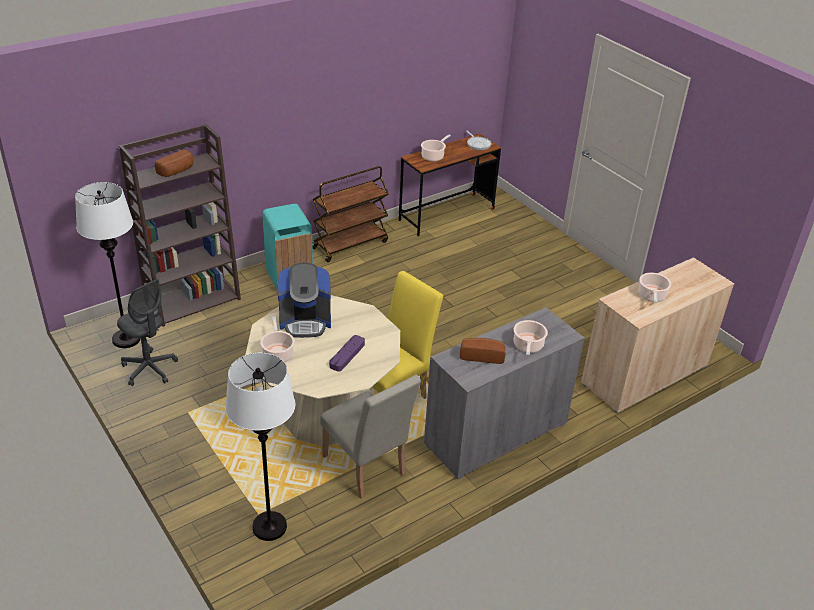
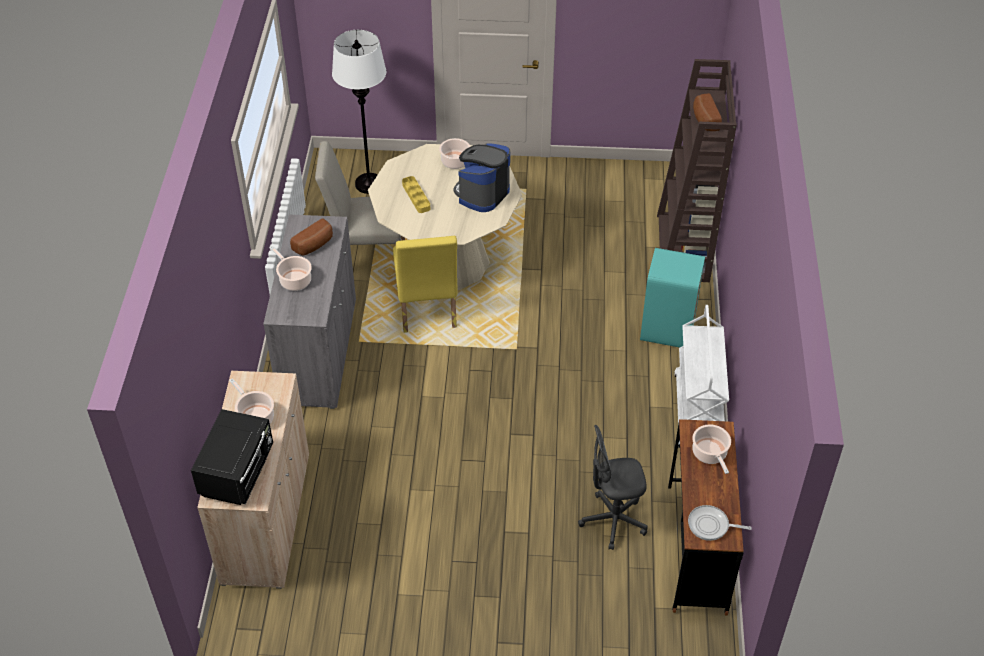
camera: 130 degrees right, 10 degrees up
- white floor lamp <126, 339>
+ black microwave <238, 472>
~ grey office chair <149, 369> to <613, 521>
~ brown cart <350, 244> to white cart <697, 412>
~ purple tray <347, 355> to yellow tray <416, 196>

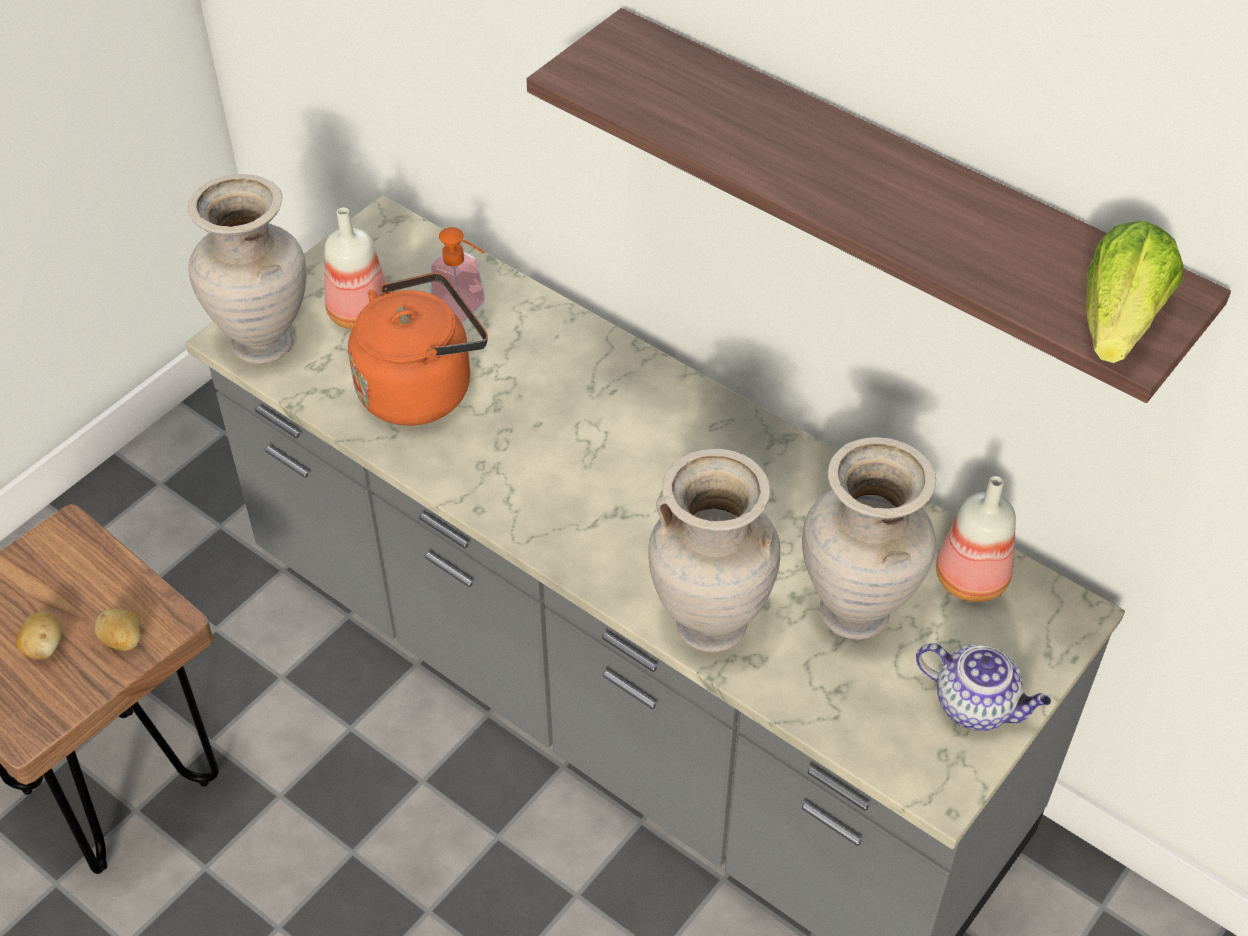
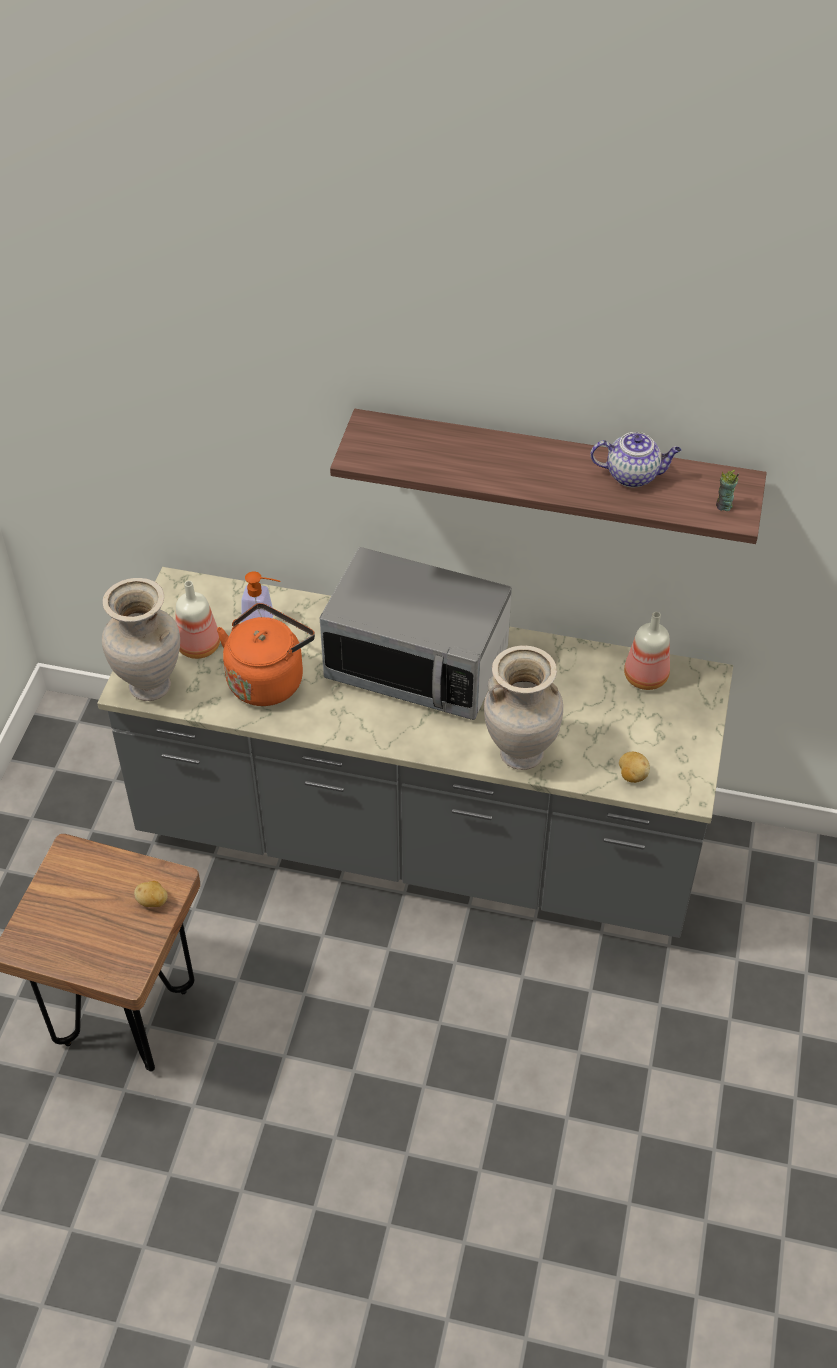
camera: 25 degrees left, 0 degrees up
- beige vase <856, 612>
+ microwave <417, 664>
~ potato <44, 647> to <632, 775>
~ teapot <976, 705> to <633, 475>
~ lettuce <1119, 322> to cup <723, 506>

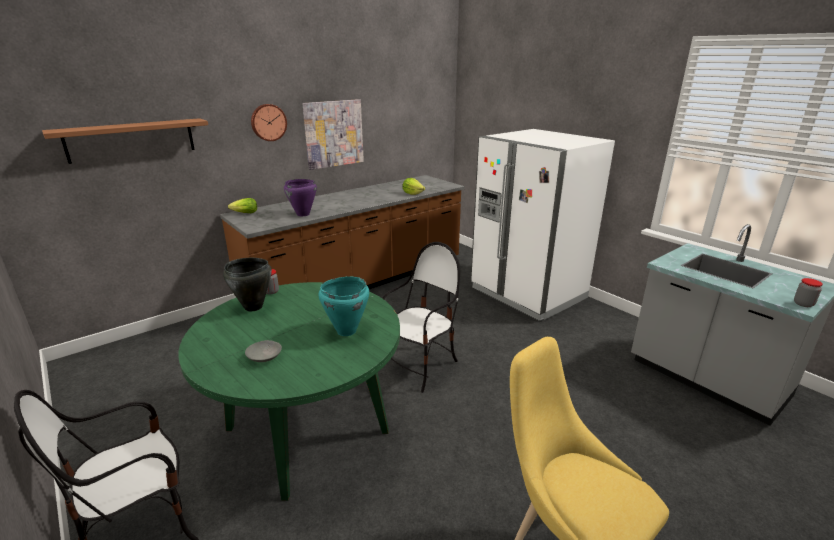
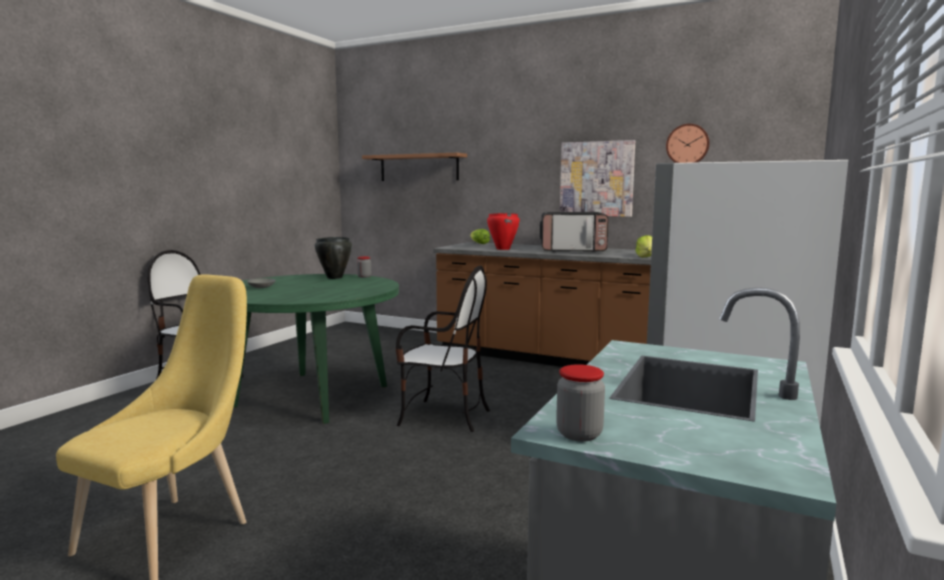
camera: 65 degrees right, 15 degrees down
- turquoise cooking pot <346, 331>
+ microwave <573, 250>
~ wall clock <268, 122> to <687, 145>
~ purple cooking pot <303, 214> to red cooking pot <502, 249>

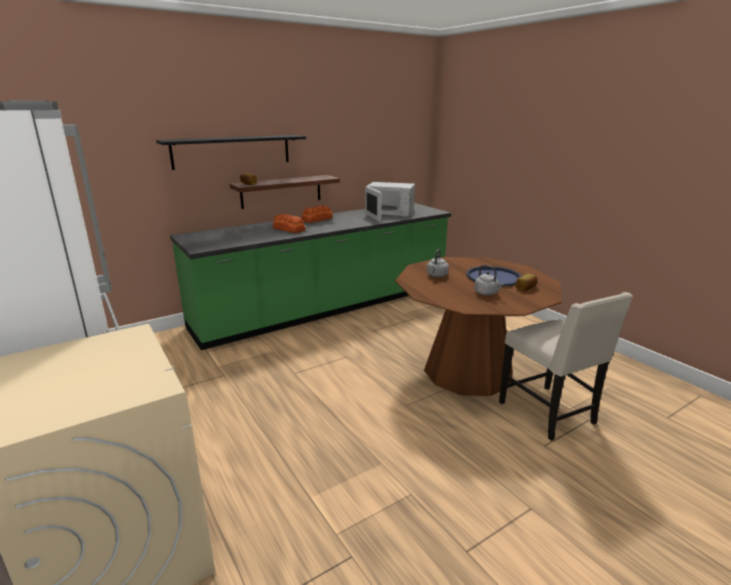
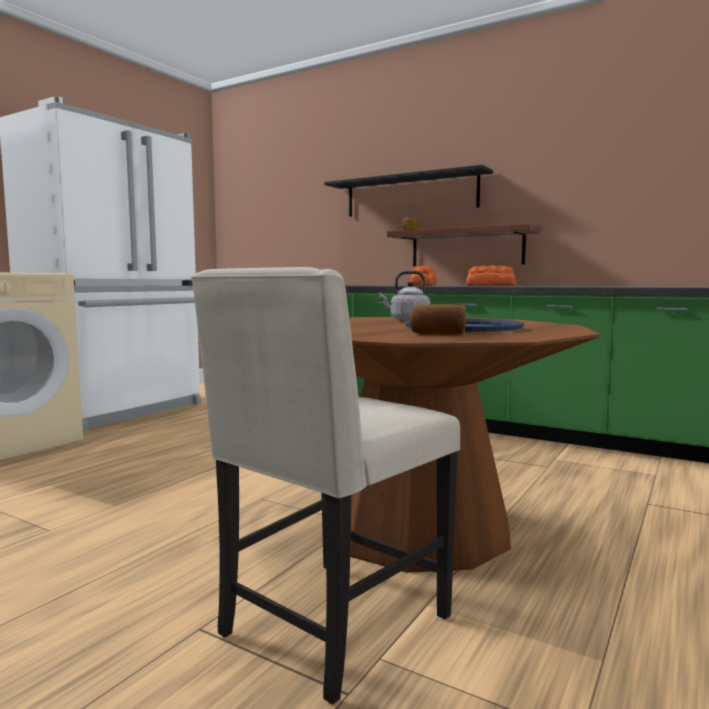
camera: 65 degrees right, 15 degrees down
- white microwave <388, 213>
- grey kettle <487, 293>

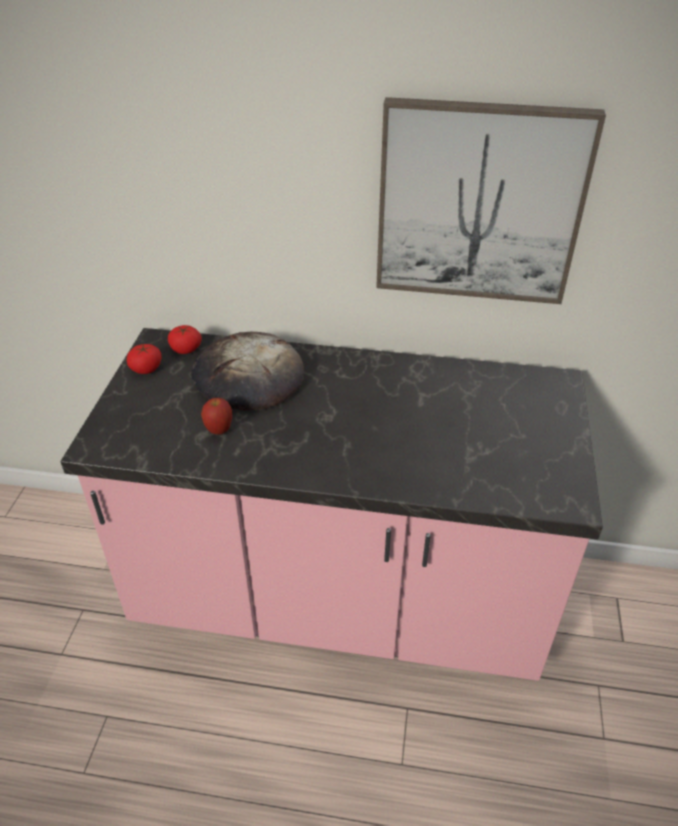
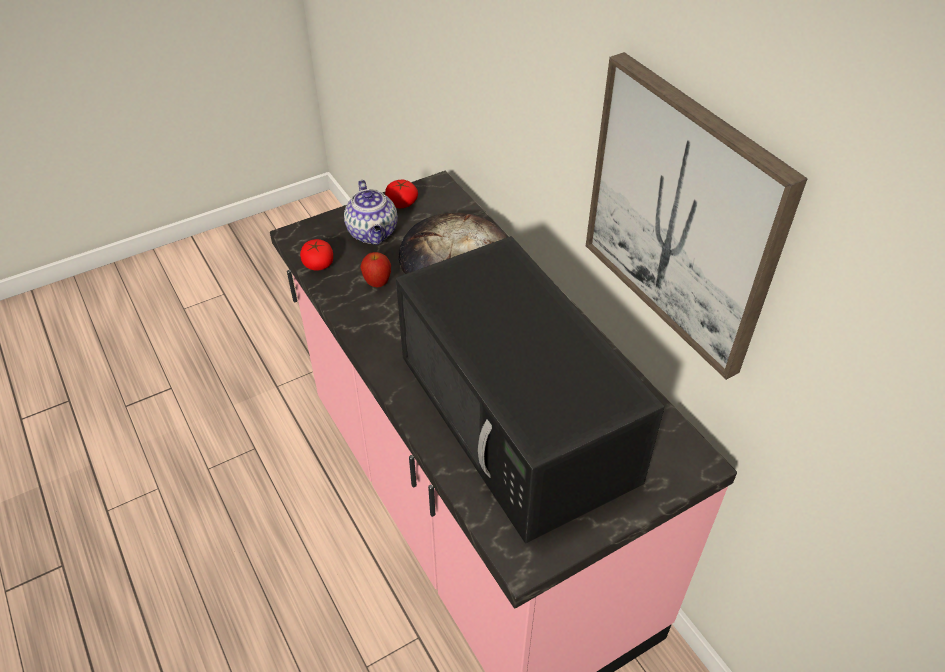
camera: 50 degrees right, 5 degrees up
+ teapot <373, 233>
+ black microwave <519, 419>
~ tomato <186, 348> to <318, 264>

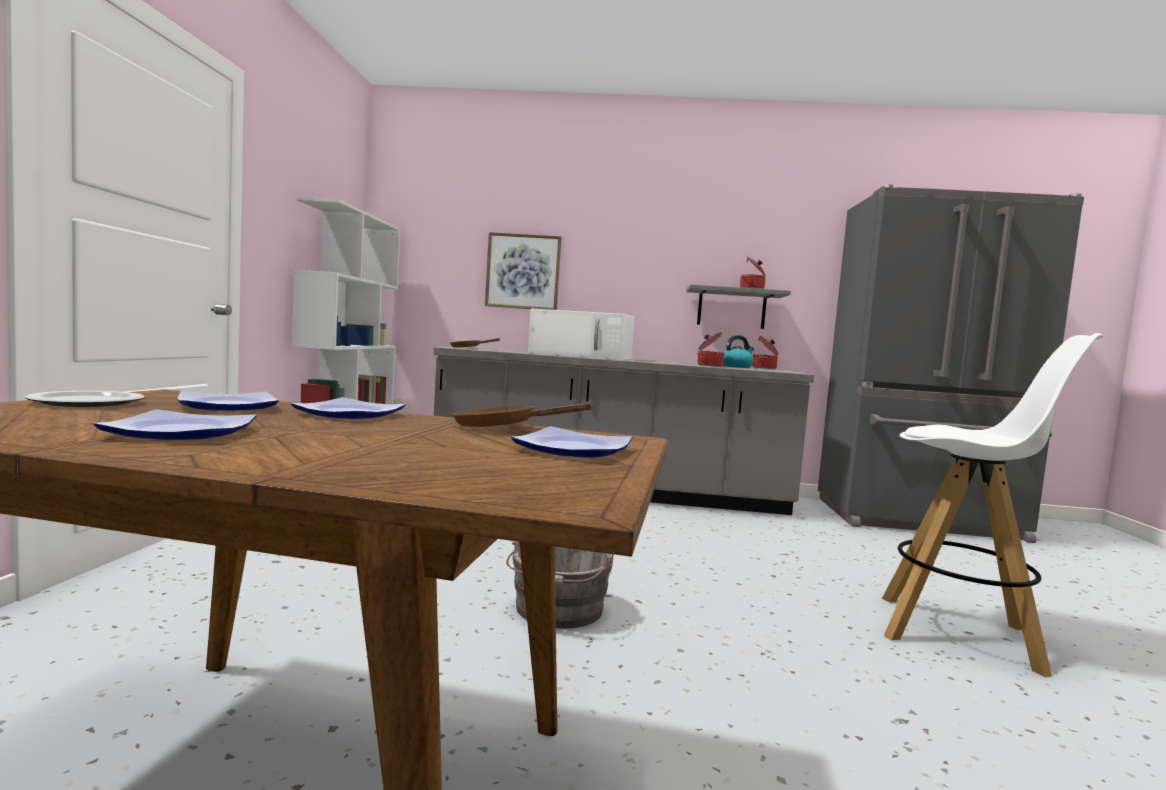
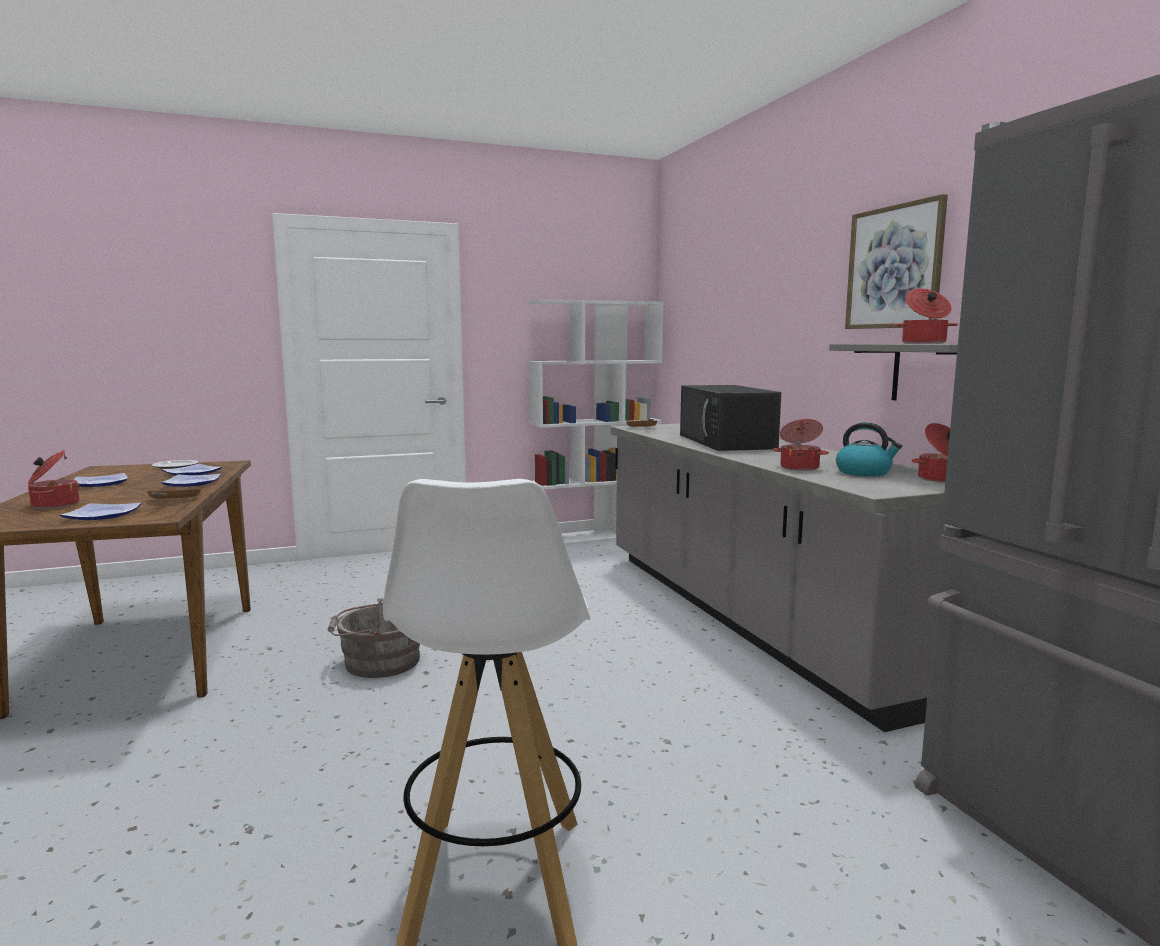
camera: 65 degrees right, 5 degrees up
+ cooking pot <54, 505>
~ picture <523, 271> to <894, 267>
~ white microwave <582, 356> to black microwave <727, 442>

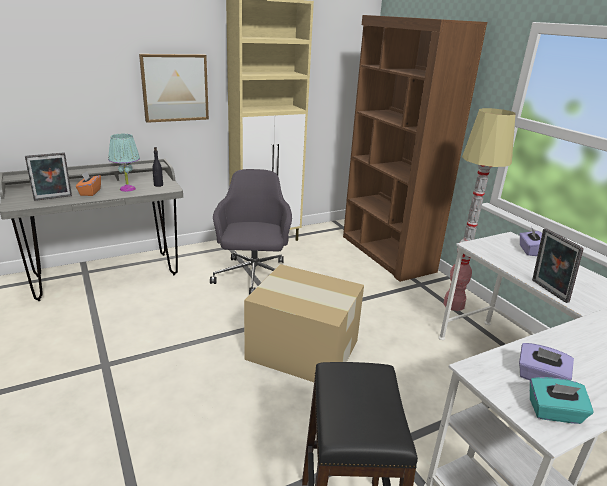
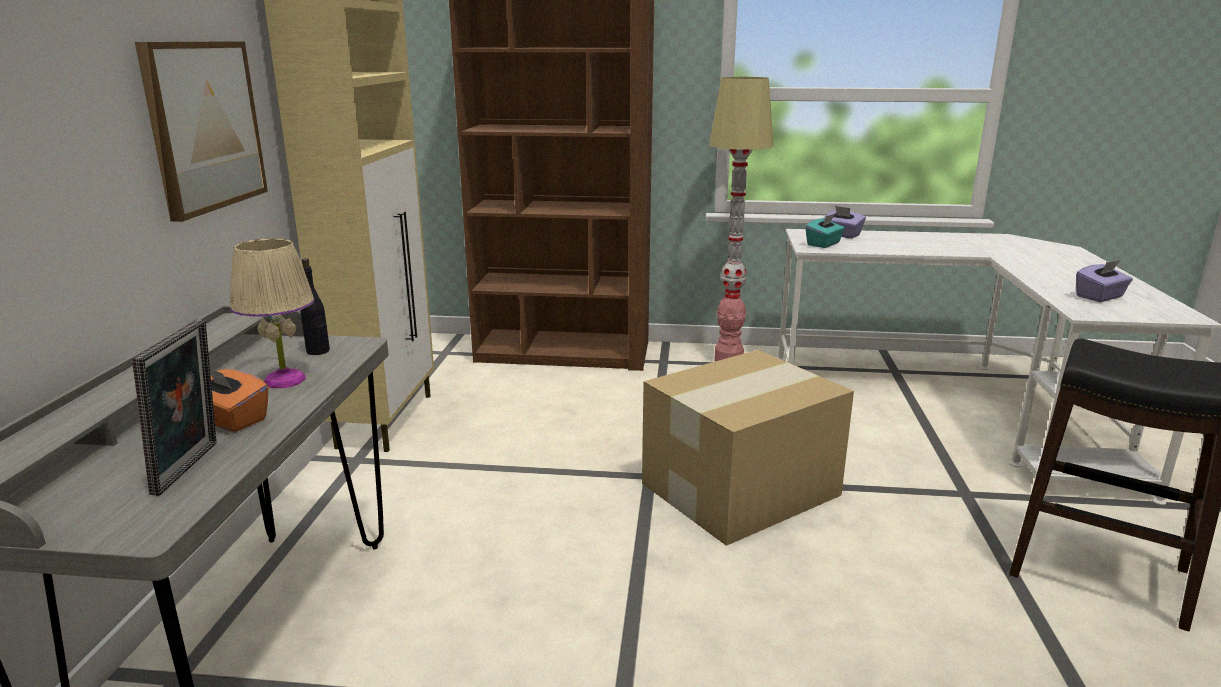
camera: 55 degrees left, 5 degrees down
- grey office chair <253, 276>
- picture frame <547, 291>
~ turquoise tissue box <554, 413> to <824, 244>
~ turquoise table lamp <127, 189> to beige table lamp <284, 380>

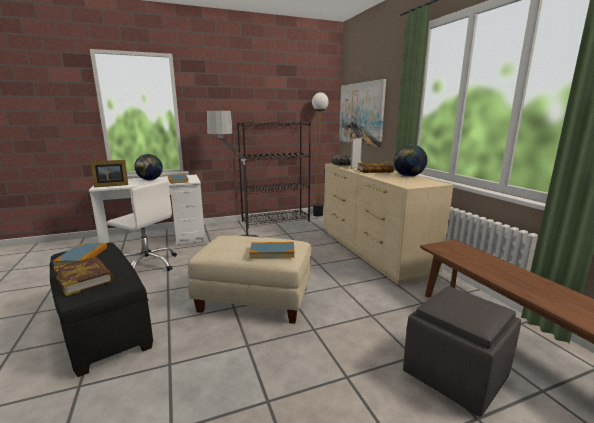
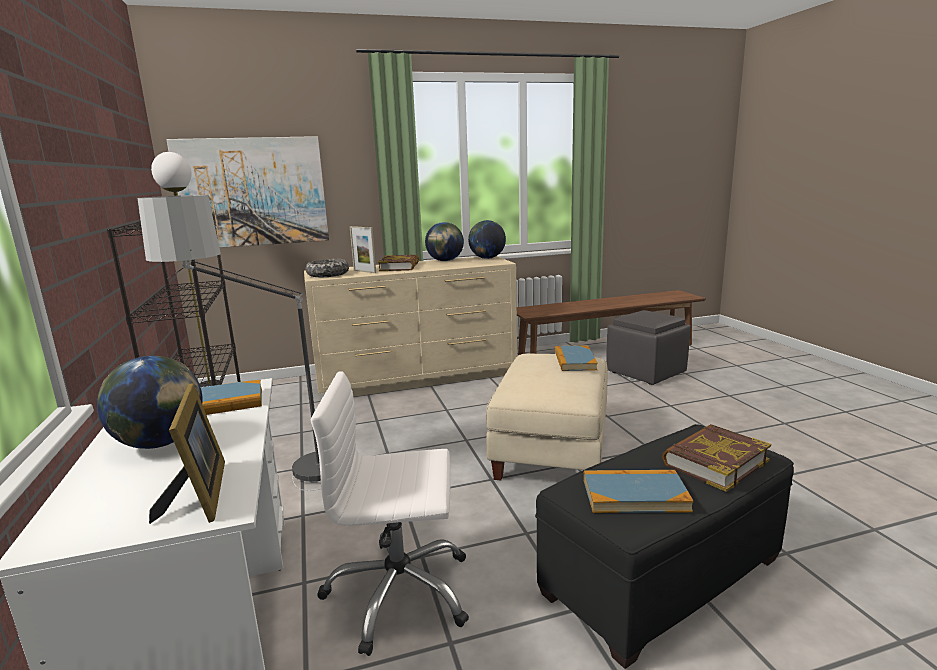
camera: 85 degrees left, 0 degrees up
+ globe <487, 258>
~ white office chair <148, 264> = <399, 593> 120 degrees counterclockwise

